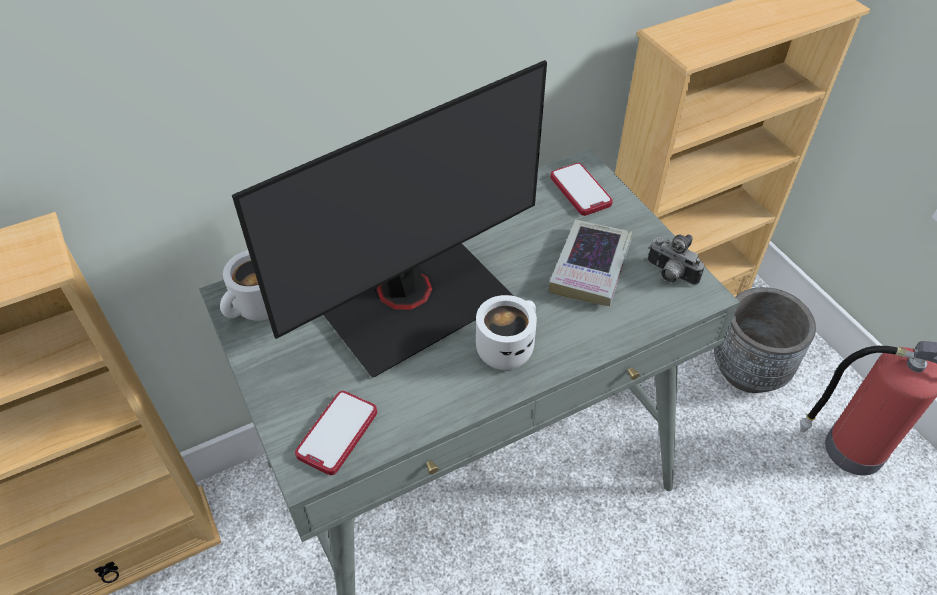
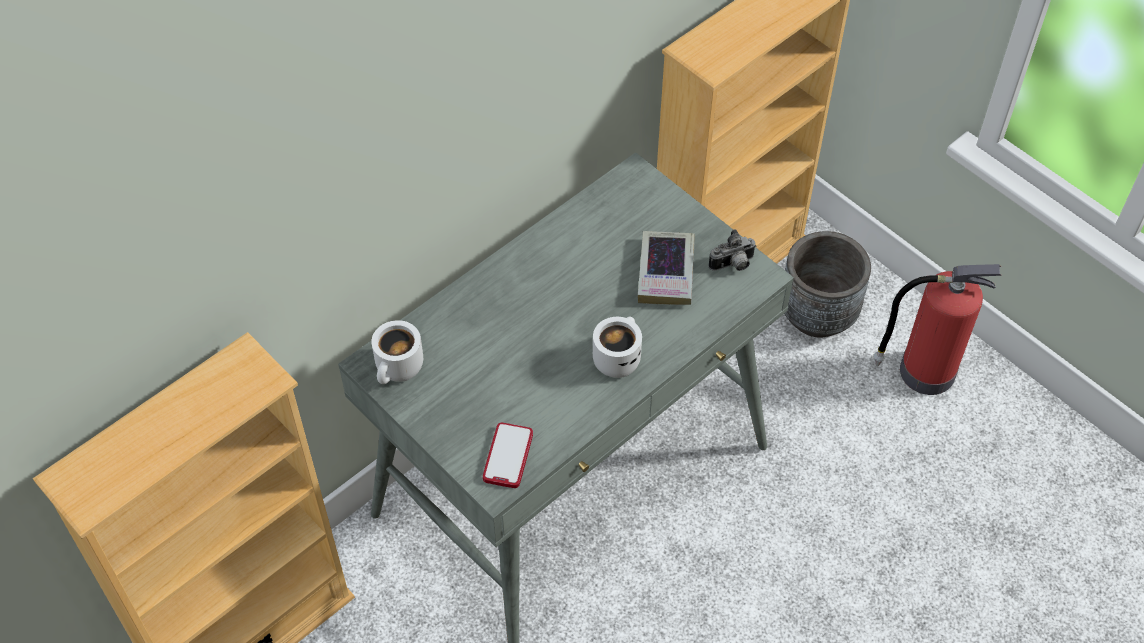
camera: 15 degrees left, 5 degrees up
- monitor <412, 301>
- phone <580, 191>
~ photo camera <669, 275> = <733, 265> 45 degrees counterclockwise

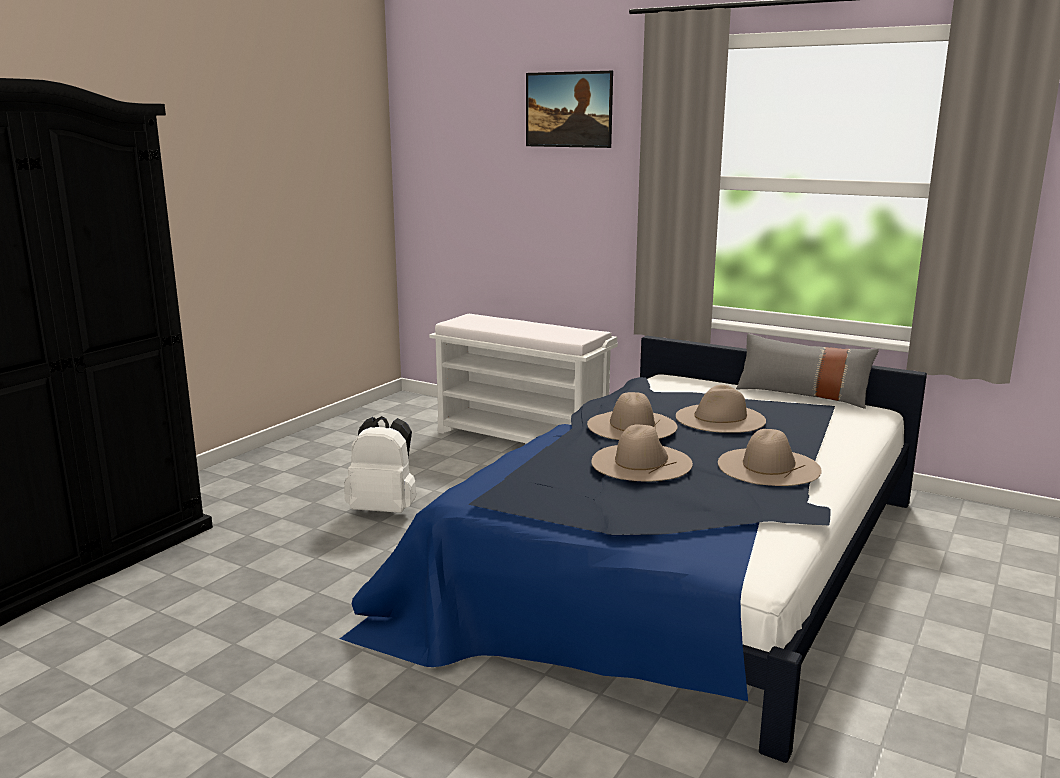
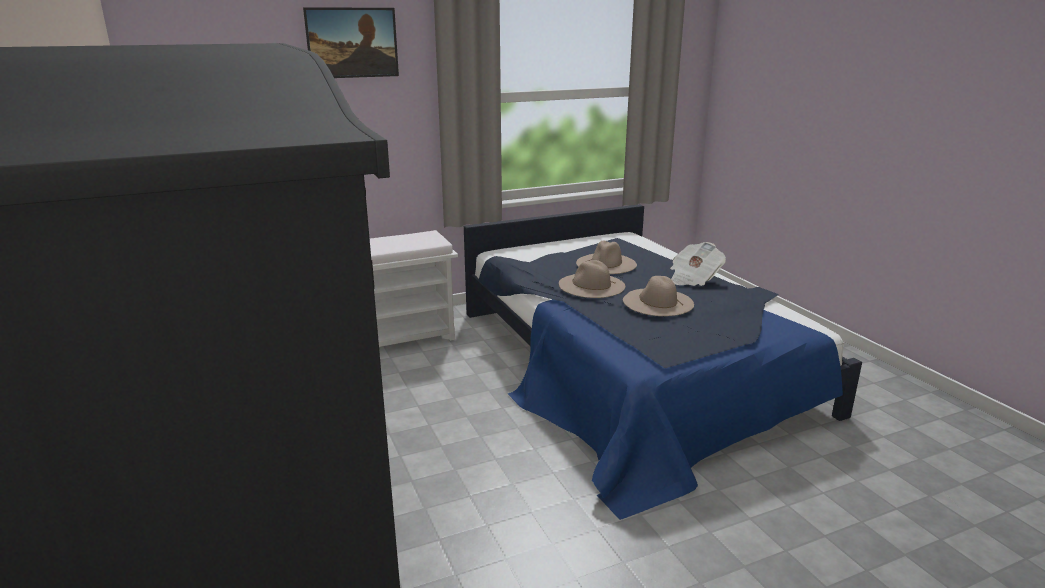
camera: 55 degrees left, 5 degrees up
- white backpack <384, 509>
- grey pillow <802, 395>
~ beige hat <768, 466> to newspaper <693, 278>

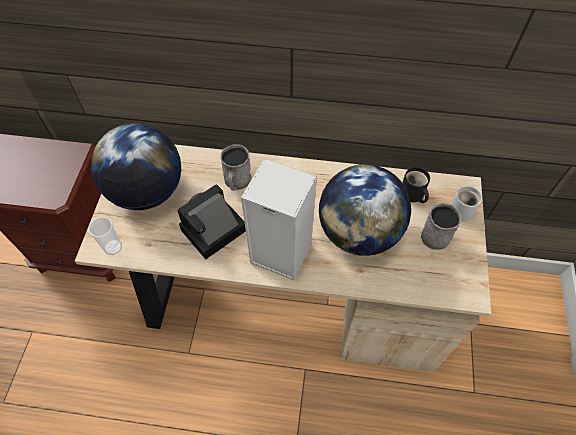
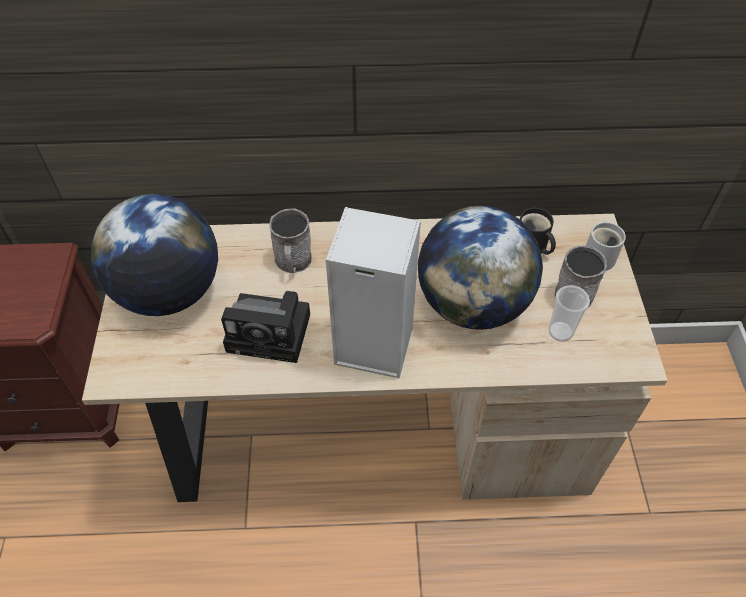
camera: 10 degrees left, 5 degrees down
~ cup <113, 247> to <560, 332>
~ photo camera <212, 232> = <273, 332> 120 degrees counterclockwise

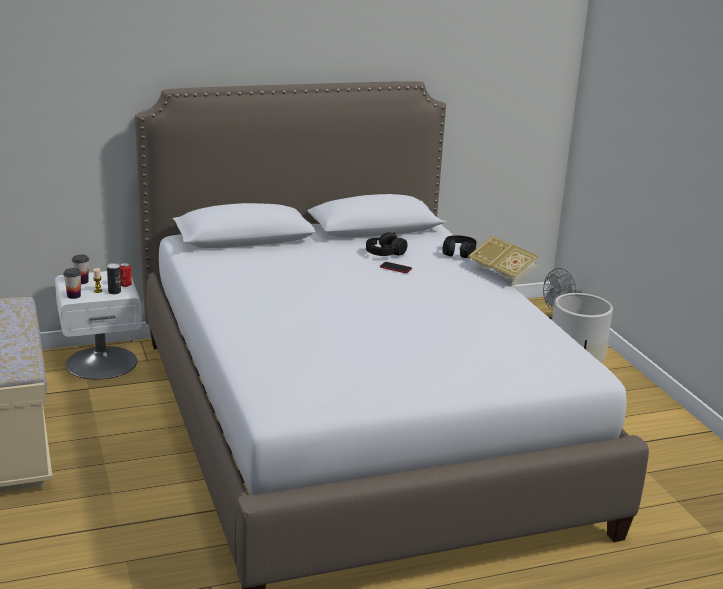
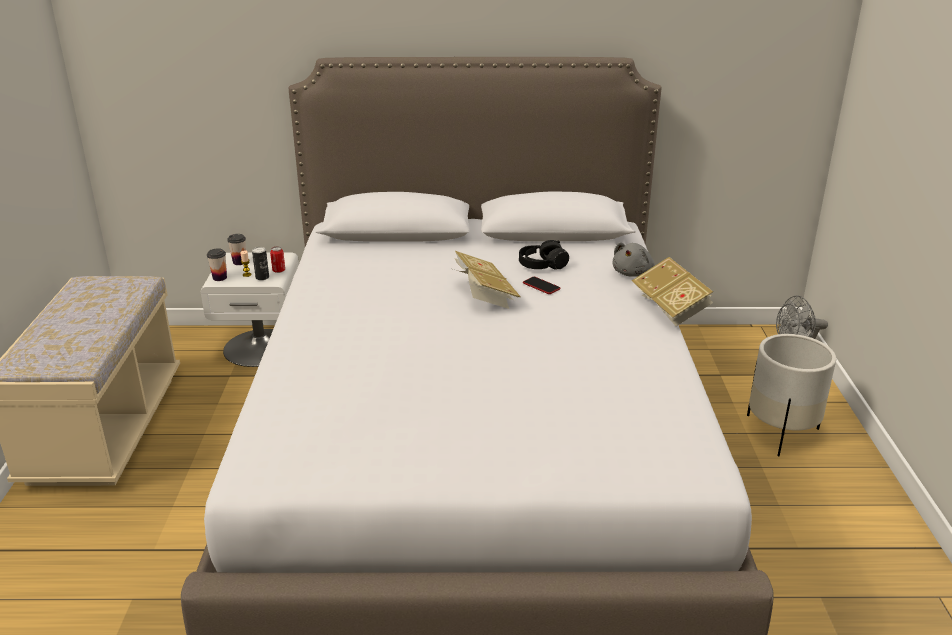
camera: 20 degrees right, 5 degrees up
+ book <484, 296>
~ black headphones <458, 253> to grey plush toy <633, 273>

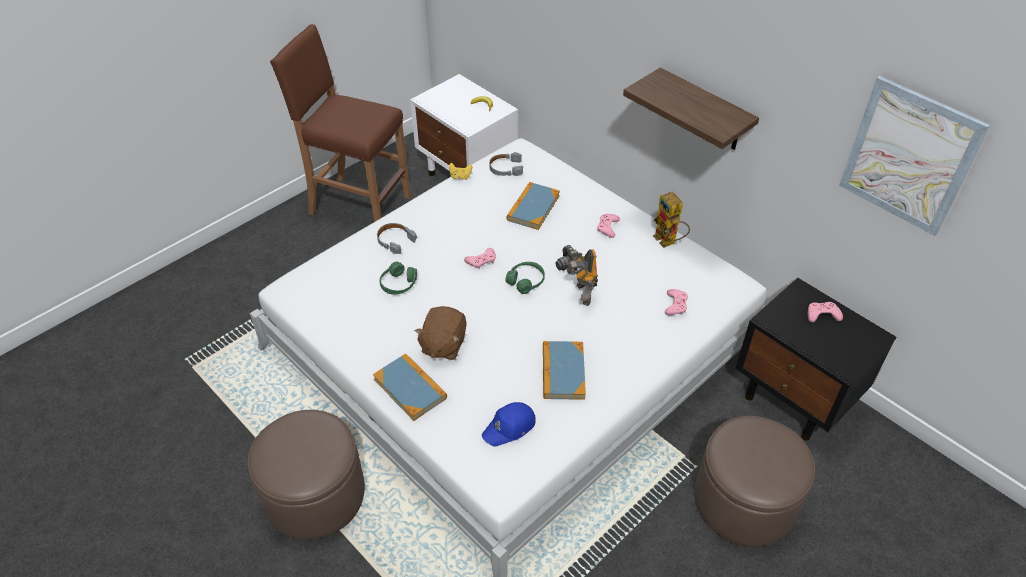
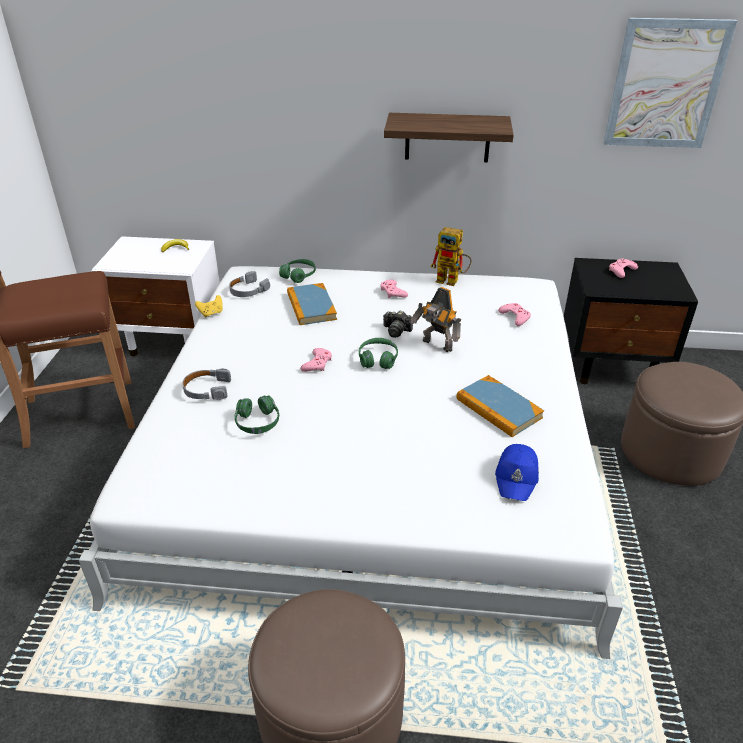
camera: 40 degrees left, 10 degrees down
- book <410, 388>
- brown plush toy <443, 345>
+ green headphones <298, 275>

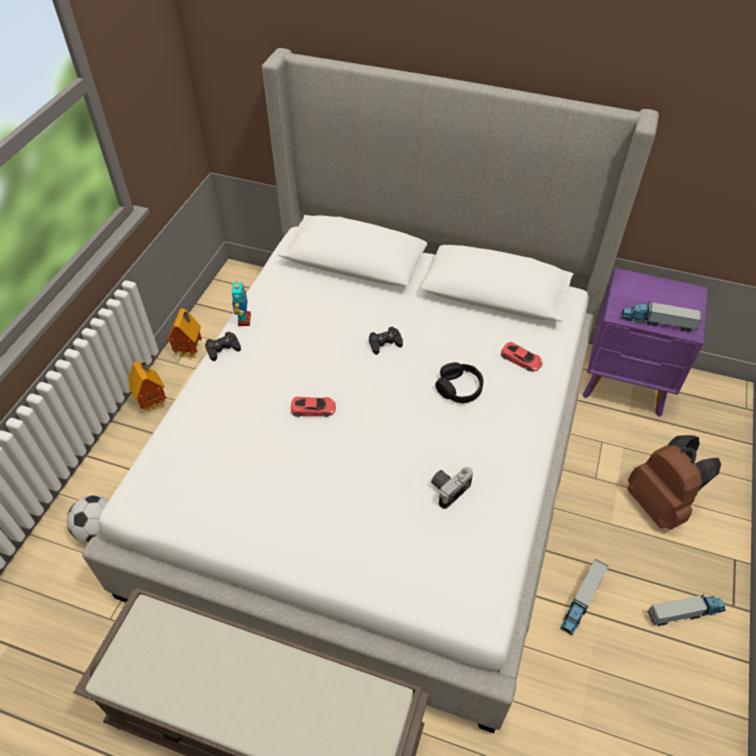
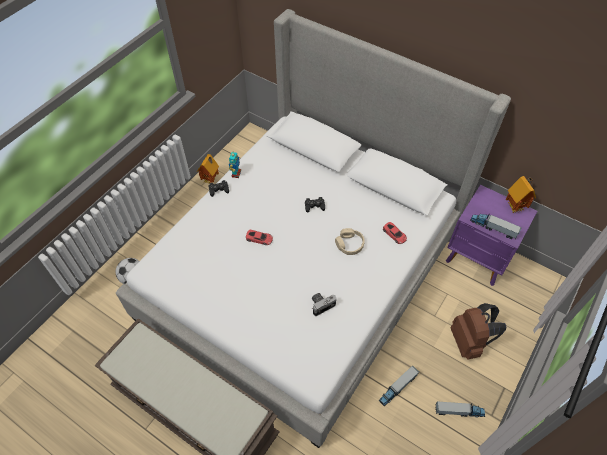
camera: 15 degrees right, 5 degrees up
~ toy house <154, 404> to <515, 207>
~ black headphones <459, 388> to beige headphones <349, 244>

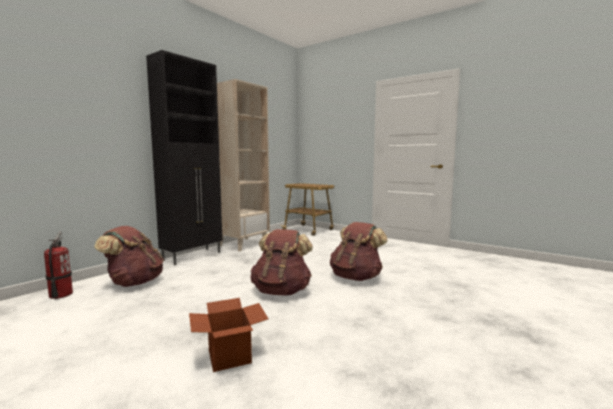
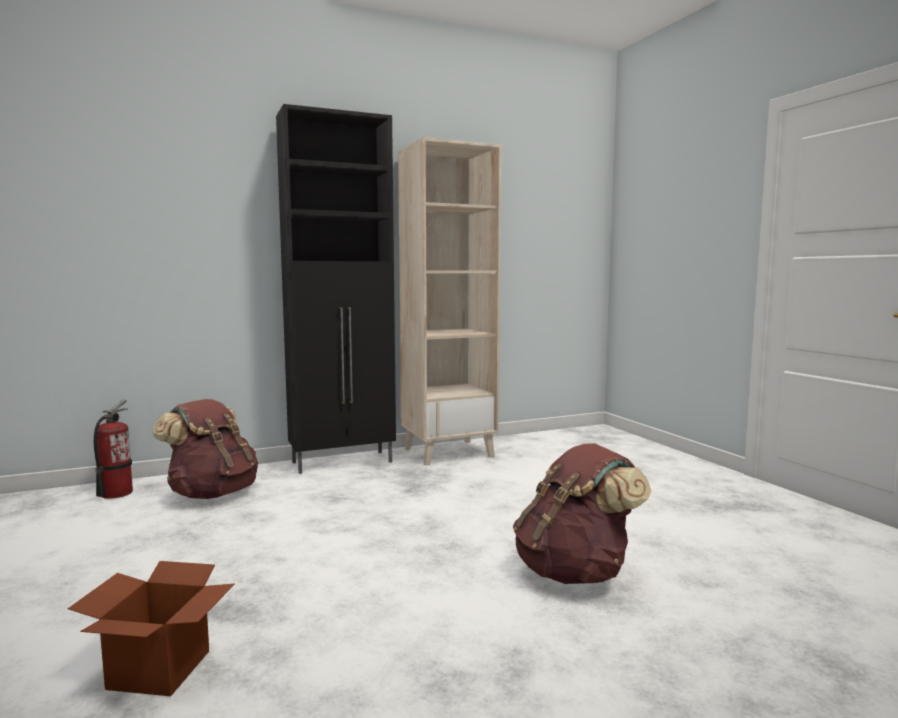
camera: 30 degrees right, 0 degrees up
- brown backpack <282, 291>
- cart <308, 230>

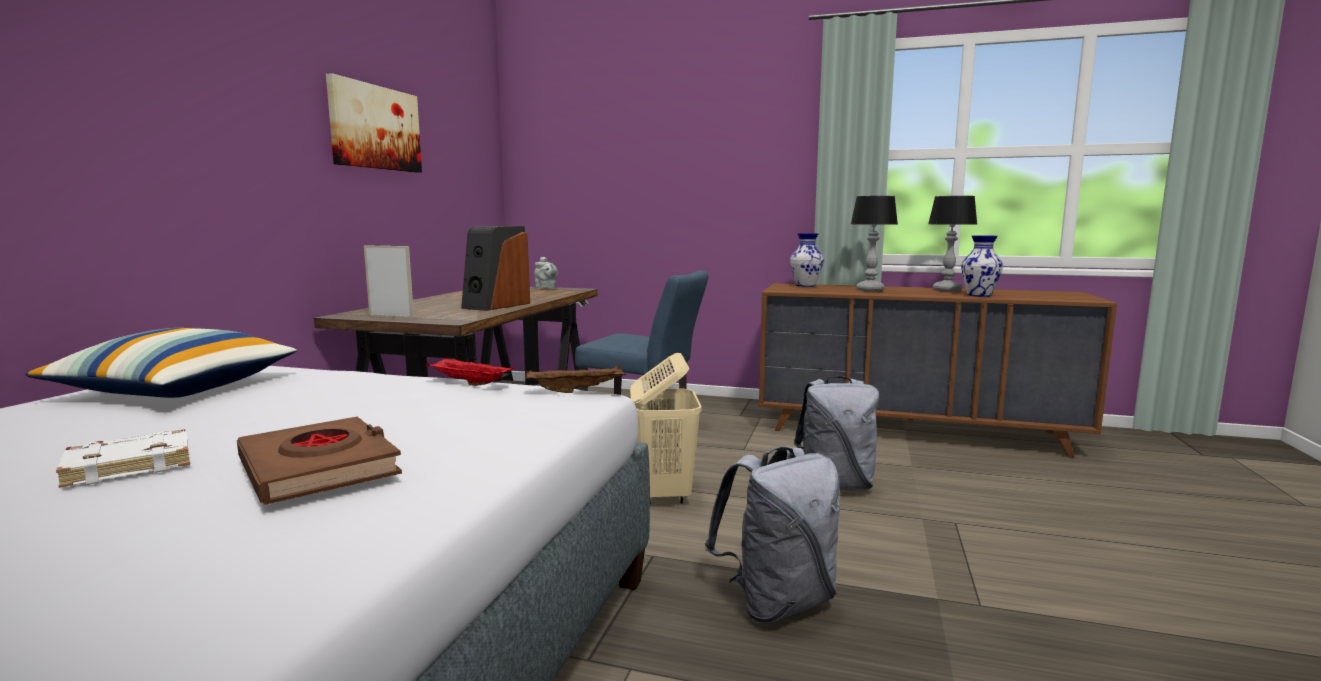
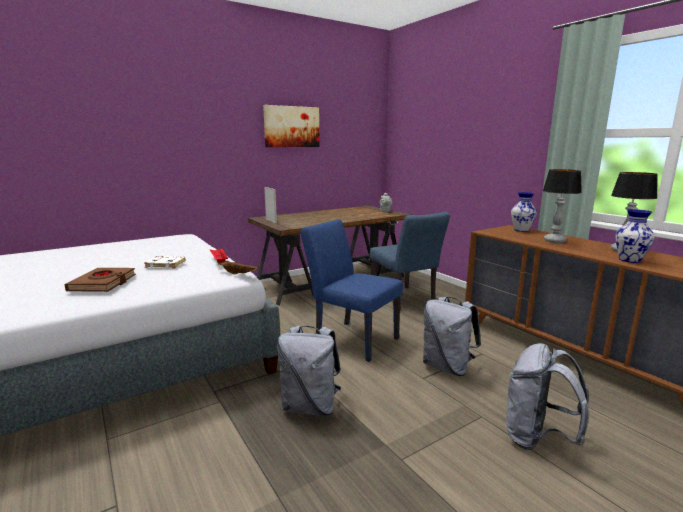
camera: 40 degrees right, 5 degrees up
- pillow <176, 390>
- speaker <496, 305>
+ grey backpack <537, 438>
~ white book <131, 465> to <166, 265>
~ beige laundry basket <663, 494> to blue chair <351, 338>

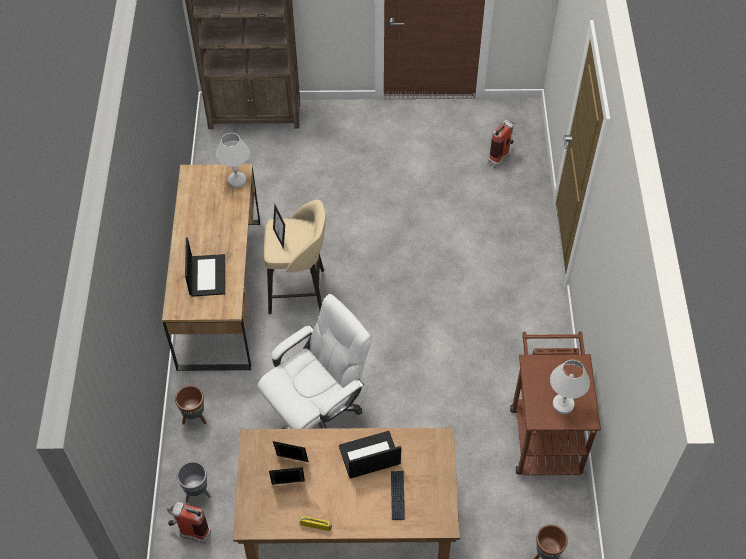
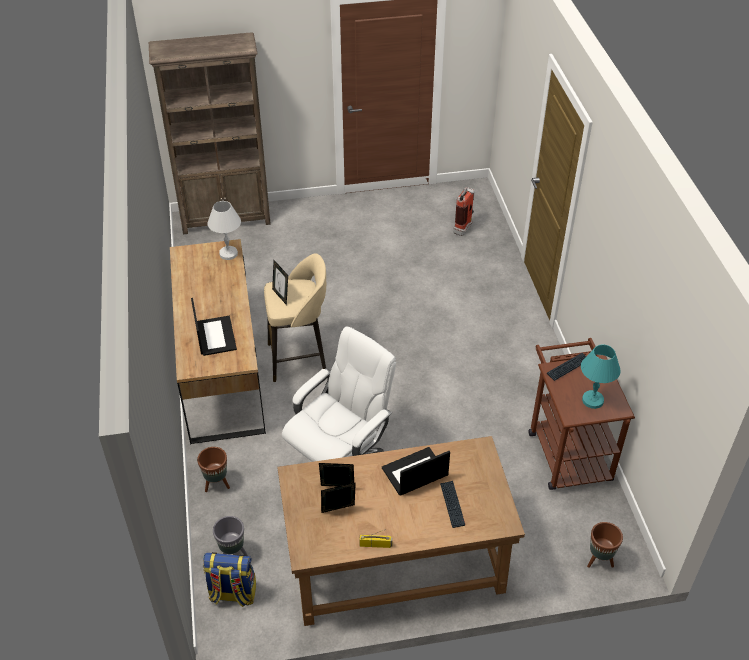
camera: 10 degrees left, 10 degrees down
+ keyboard <568, 367>
~ fire extinguisher <190, 533> to backpack <232, 594>
~ white table lamp <562, 404> to turquoise table lamp <592, 400>

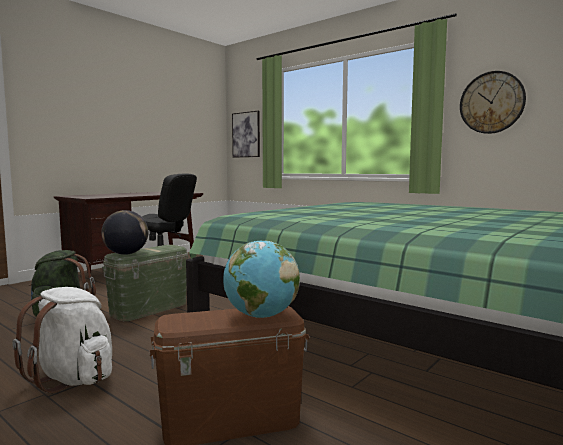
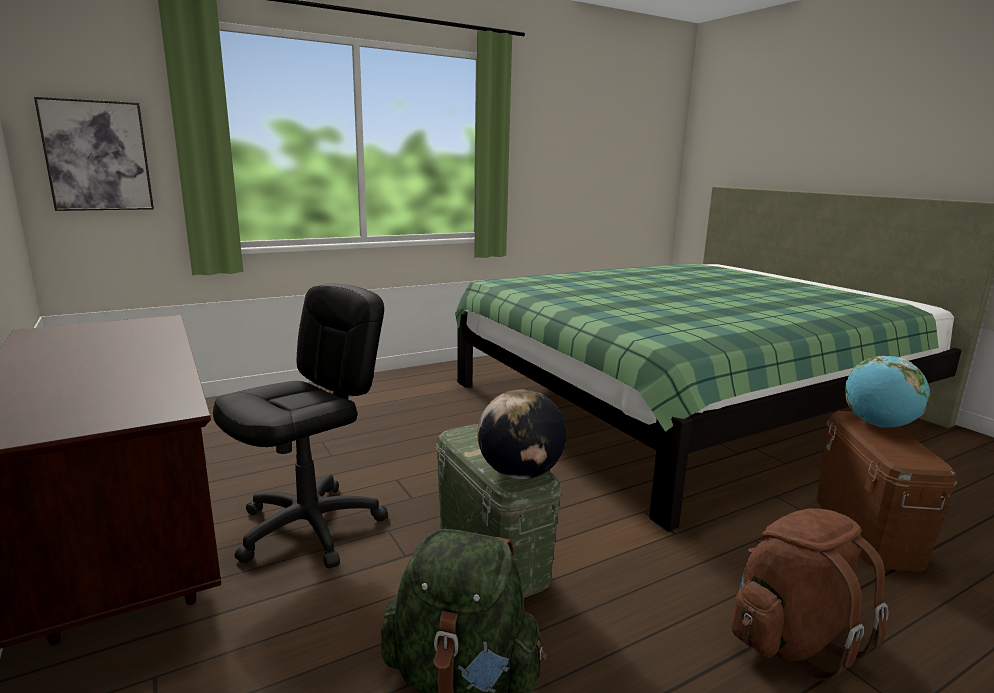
camera: 70 degrees left, 10 degrees up
- wall clock <491, 102>
~ white backpack <73, 378> to brown backpack <791, 639>

